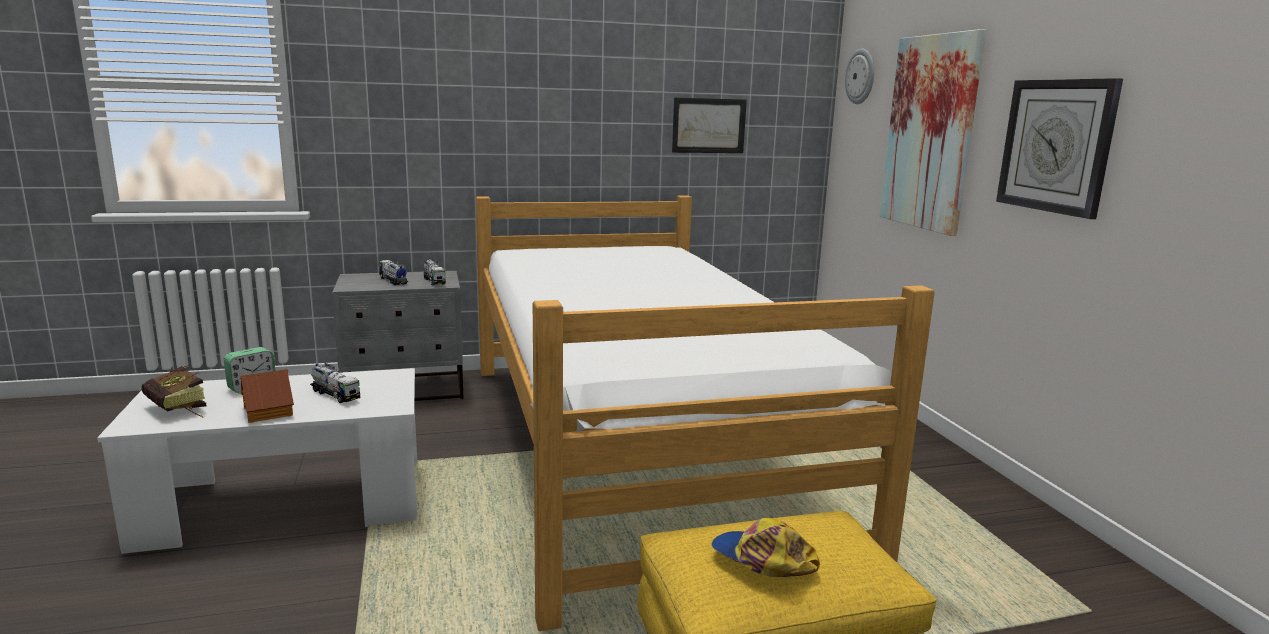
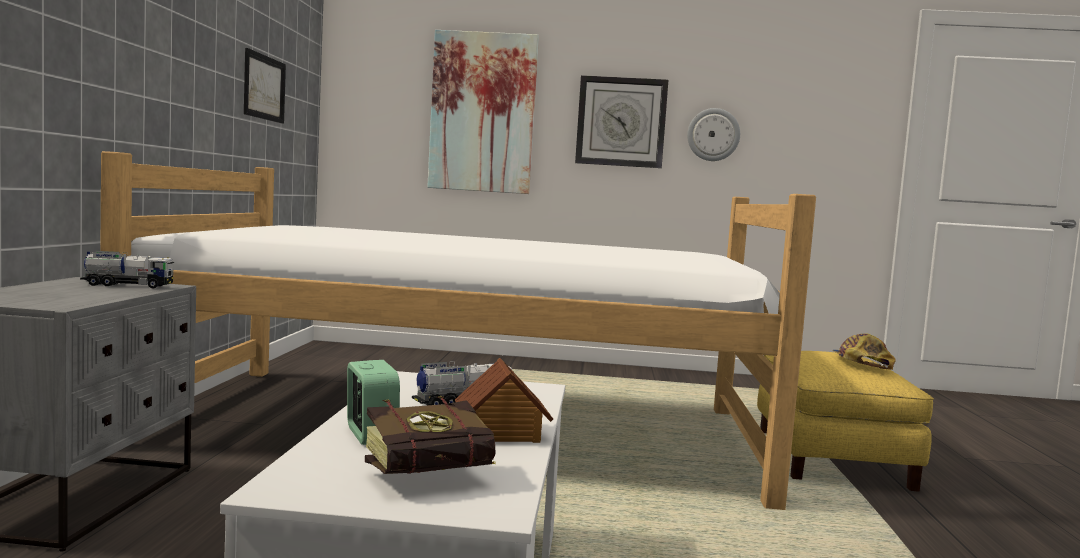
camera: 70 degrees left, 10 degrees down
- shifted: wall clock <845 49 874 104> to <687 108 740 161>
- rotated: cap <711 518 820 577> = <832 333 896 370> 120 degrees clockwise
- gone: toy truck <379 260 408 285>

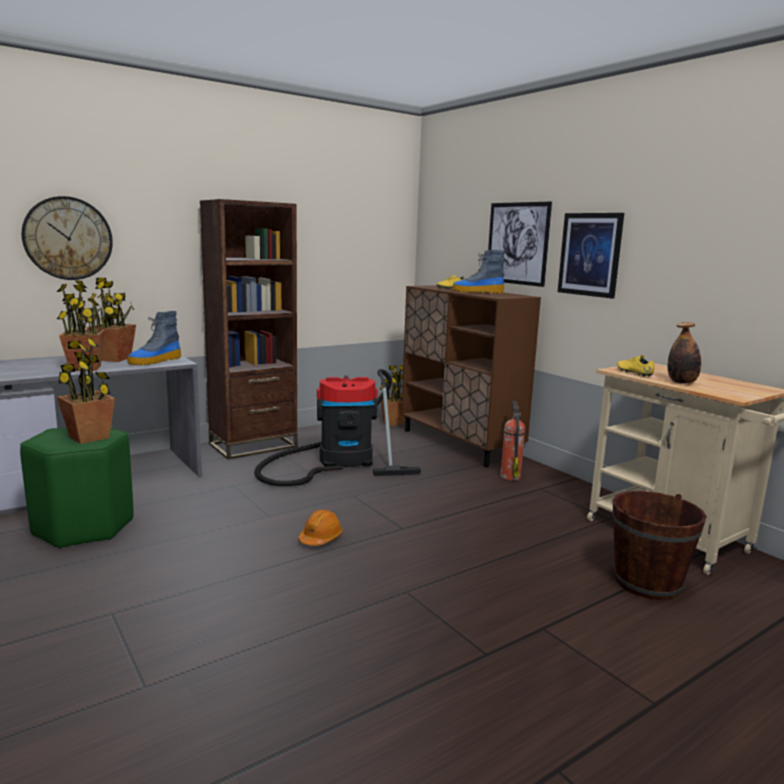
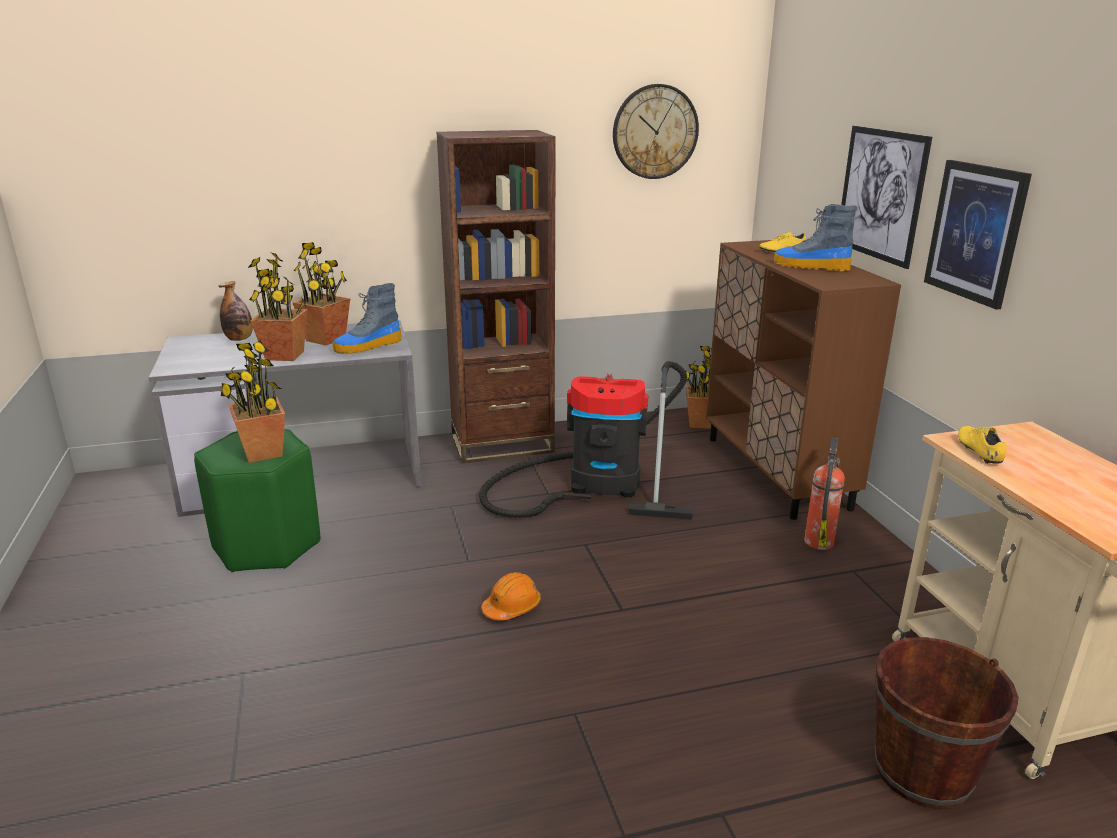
camera: 20 degrees right, 10 degrees up
- shifted: bottle <668 322 701 384> to <218 281 253 341>
- shifted: wall clock <22 196 113 280> to <613 84 699 179>

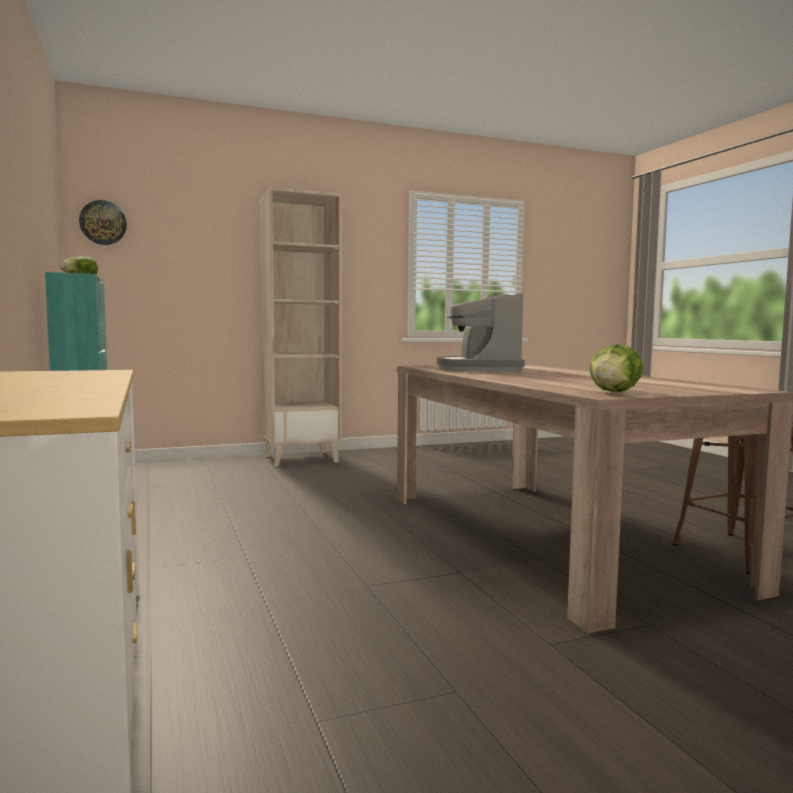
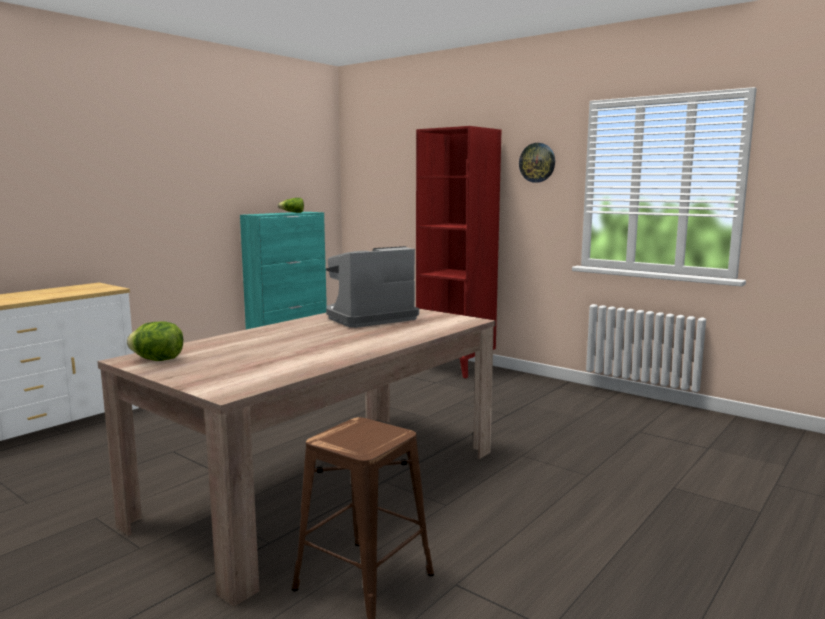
camera: 60 degrees right, 5 degrees up
- repainted: beige bookcase <259 187 342 467> to red bookcase <416 126 501 378>
- shifted: wall clock <79 200 127 245> to <519 143 555 183>

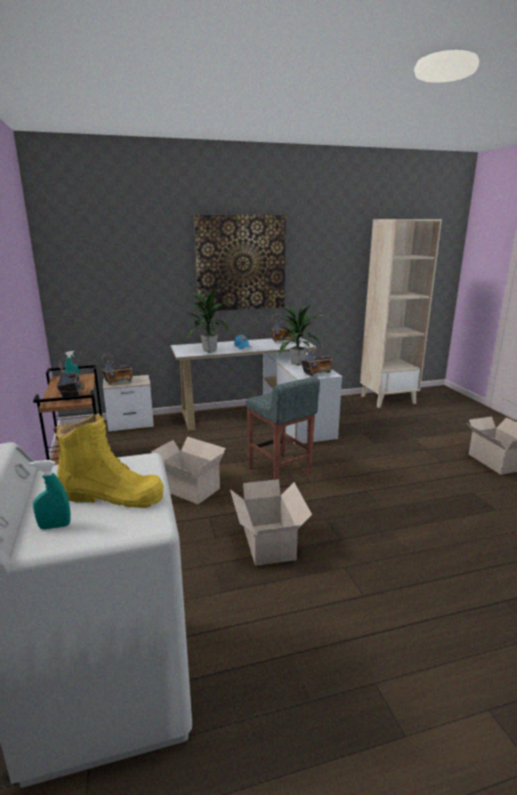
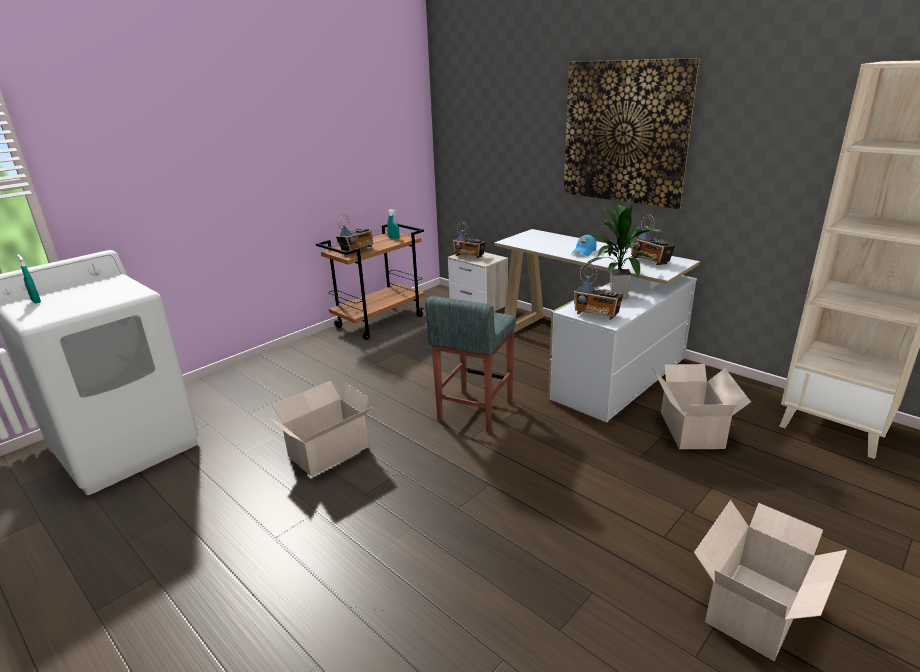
camera: 60 degrees right, 5 degrees up
- shifted: cardboard box <151 437 226 504> to <653 364 751 449>
- gone: yellow boot <54 414 164 508>
- gone: potted plant <185 289 234 352>

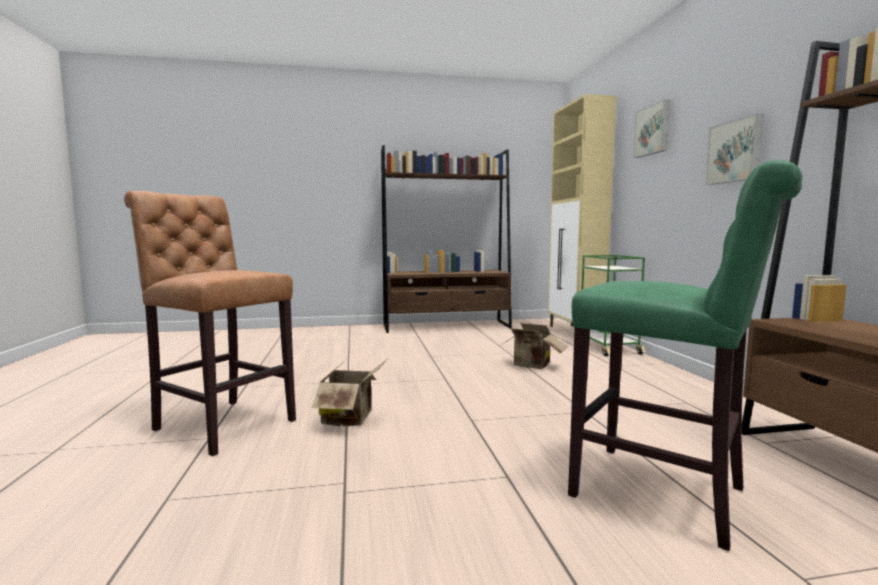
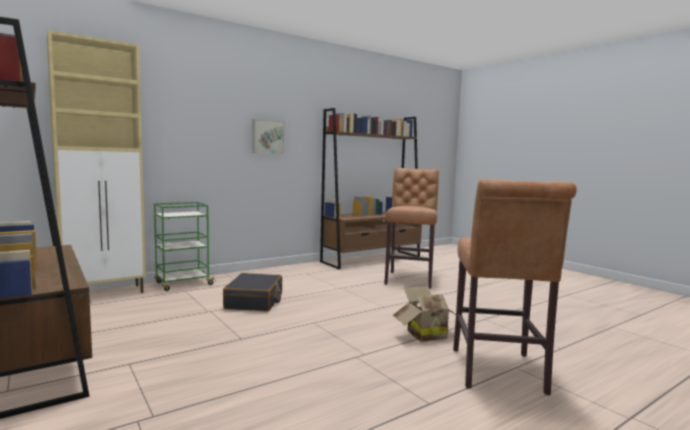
camera: 115 degrees left, 0 degrees up
- swapped: cardboard box <501 323 567 369> to black suitcase <223 273 282 312>
- repainted: green stool <568 160 802 551> to brown stool <384 168 439 289>
- gone: picture <633 100 670 158>

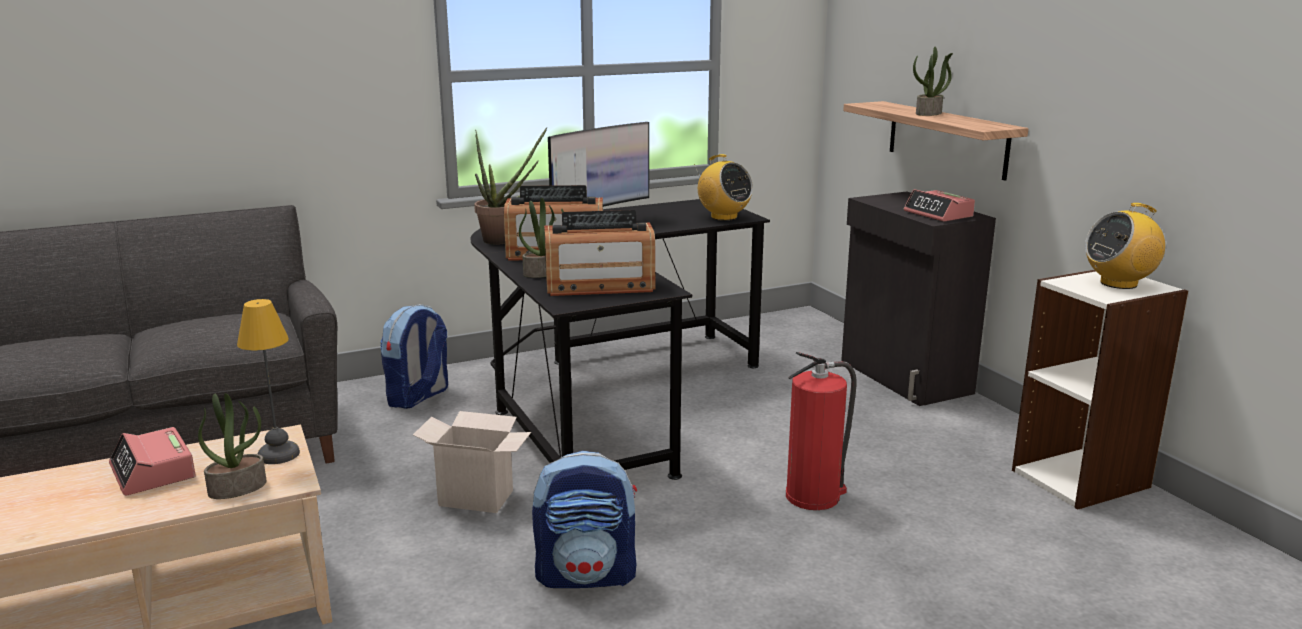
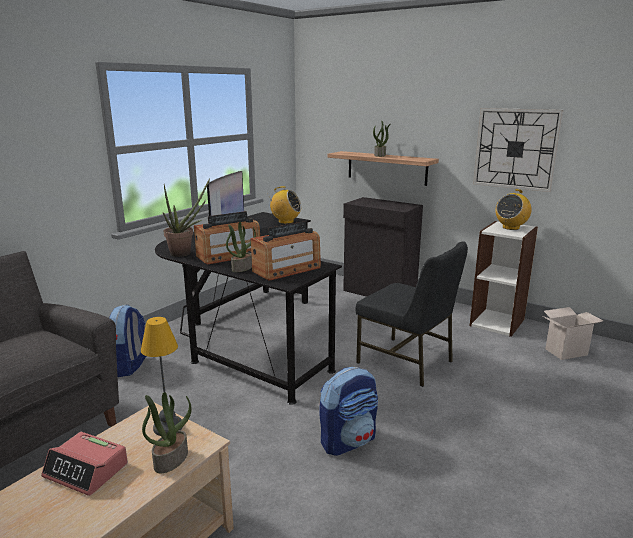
camera: 30 degrees left, 0 degrees up
- swapped: fire extinguisher <786 352 857 510> to black chair <356 241 468 387>
- new: wall clock <473 108 563 192>
- shifted: cardboard box <413 411 531 513> to <542 307 604 360>
- gone: alarm clock <904 189 975 222>

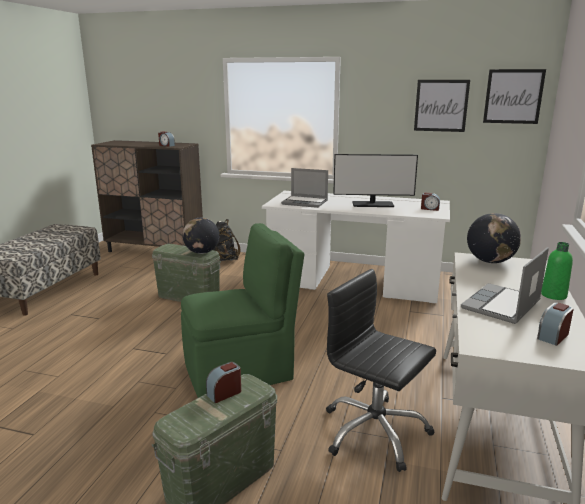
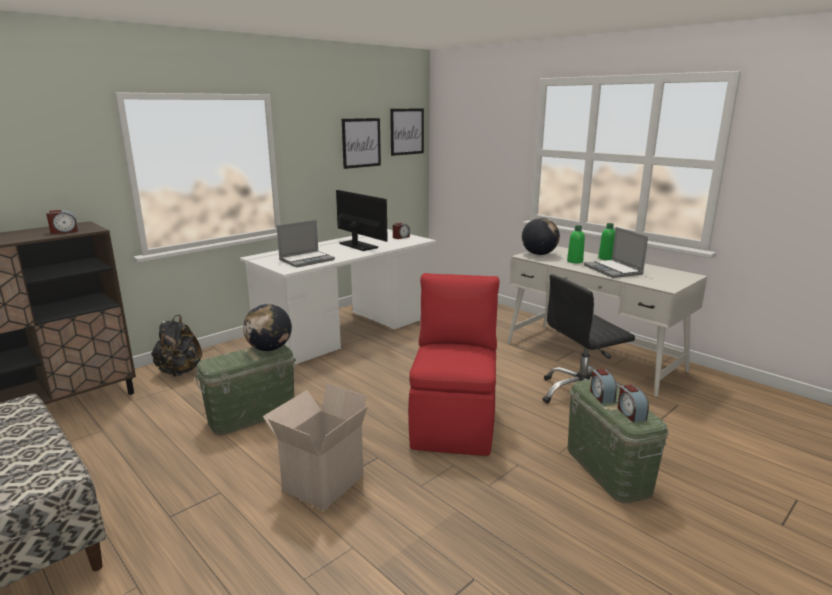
camera: 60 degrees left, 0 degrees up
- new: cardboard box <263 383 368 510>
- rotated: monitor <333 154 418 207> = <336 190 388 251> 75 degrees counterclockwise
- repainted: green chair <181 223 304 398> to red chair <408 273 499 456>
- new: green bottle <567 225 585 263>
- shifted: alarm clock <537 303 574 346> to <618 384 649 422>

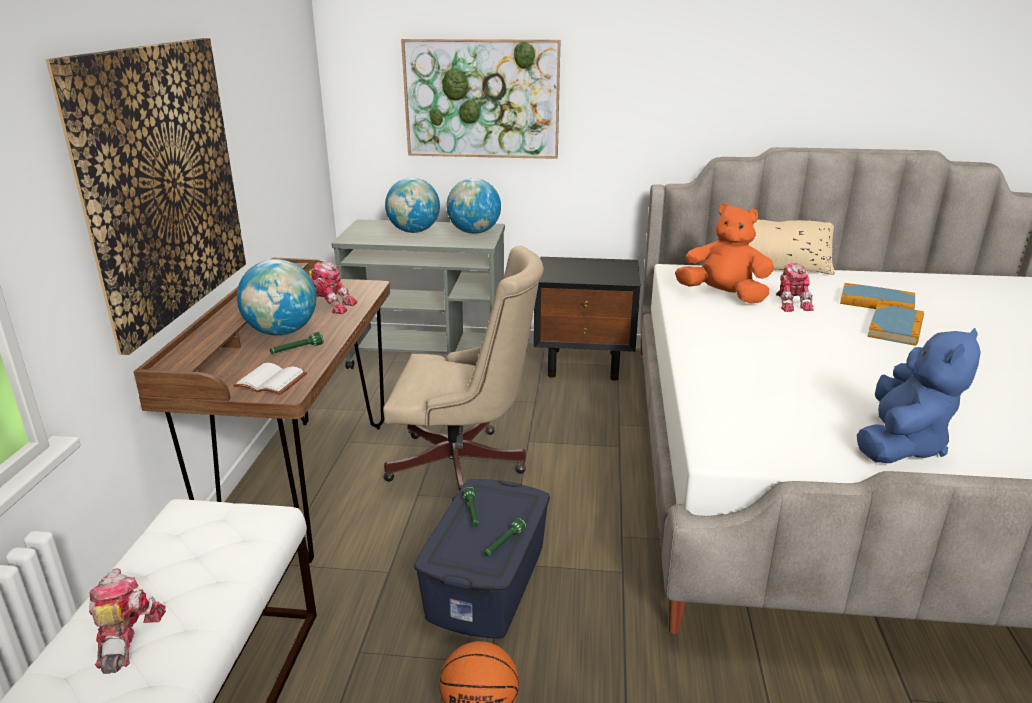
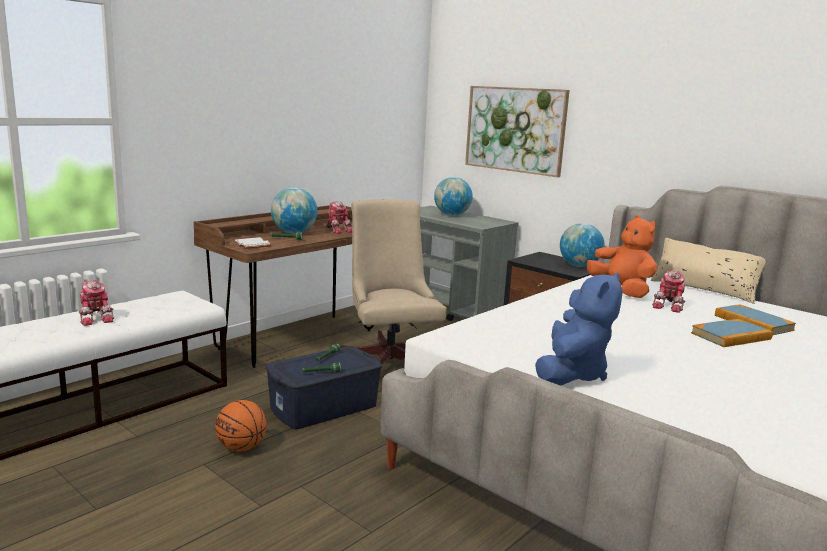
camera: 35 degrees right, 10 degrees down
- rotated: toy robot <89 568 166 674> = <79 280 114 326> 120 degrees clockwise
- rotated: beige office chair <383 246 544 501> = <340 199 447 365> 150 degrees counterclockwise
- rotated: blue plush toy <856 328 981 463> = <535 272 623 386> 45 degrees counterclockwise
- shifted: globe <446 178 501 234> to <560 223 605 267>
- gone: picture <46 38 246 355>

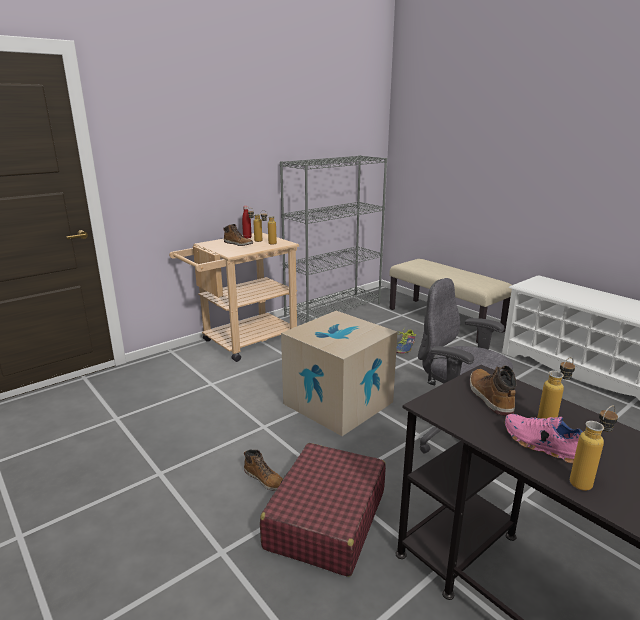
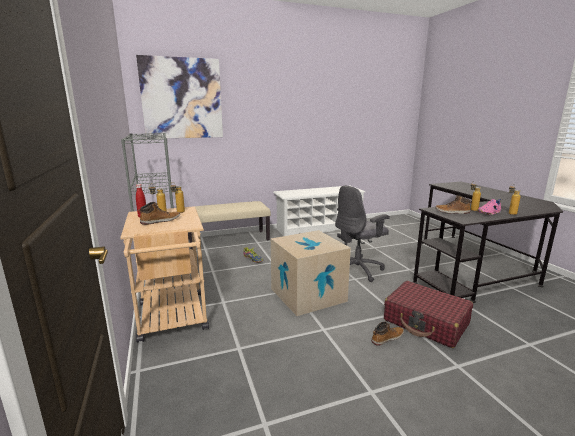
camera: 70 degrees left, 5 degrees down
- new: picture <136 55 223 139>

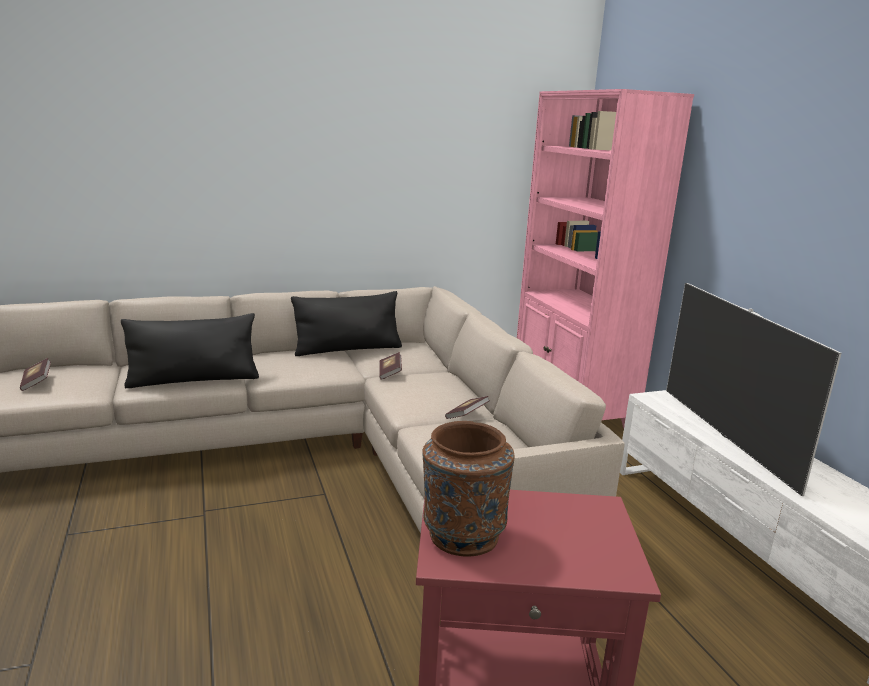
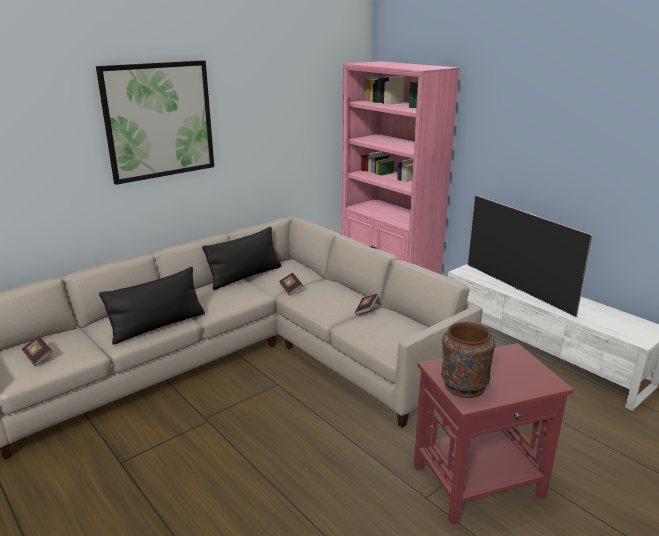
camera: 20 degrees left, 5 degrees up
- new: picture <96 60 214 185>

